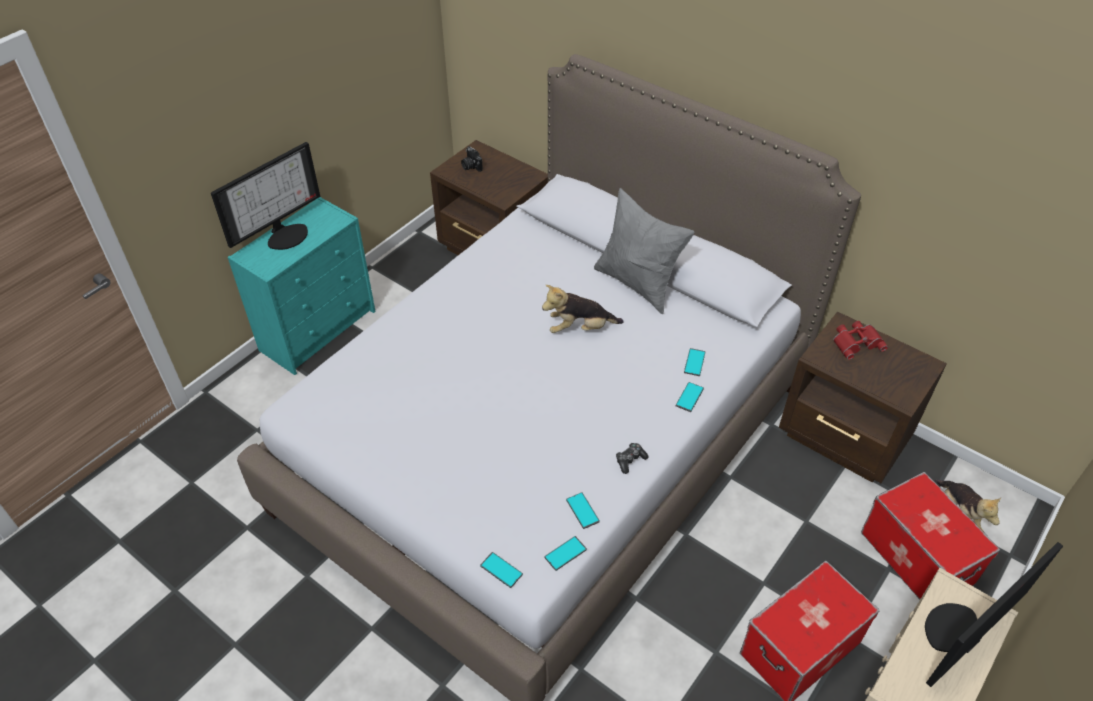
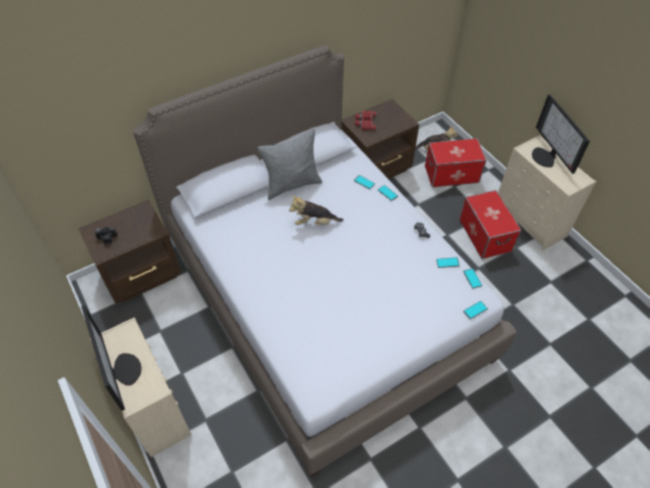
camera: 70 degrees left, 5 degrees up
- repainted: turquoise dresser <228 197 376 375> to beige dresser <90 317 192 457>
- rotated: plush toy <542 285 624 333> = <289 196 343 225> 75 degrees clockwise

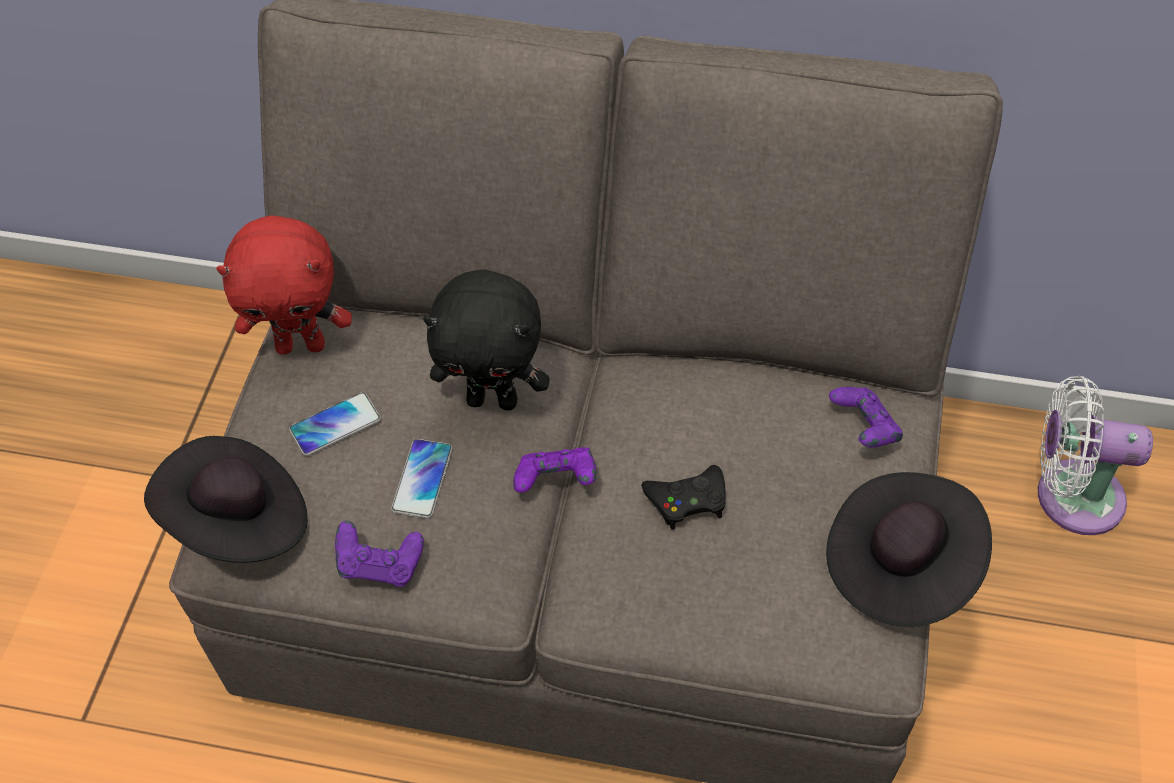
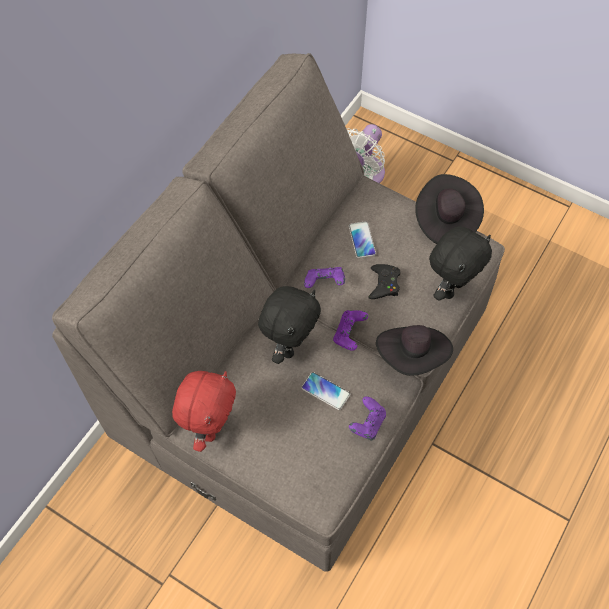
camera: 70 degrees left, 5 degrees up
- shifted: purple game controller <829 387 903 448> to <304 267 345 288>
- shifted: phone <289 392 381 456> to <349 221 376 258>
- shifted: black hat <144 436 308 563> to <376 325 453 376>
- new: black plush toy <429 227 492 301>

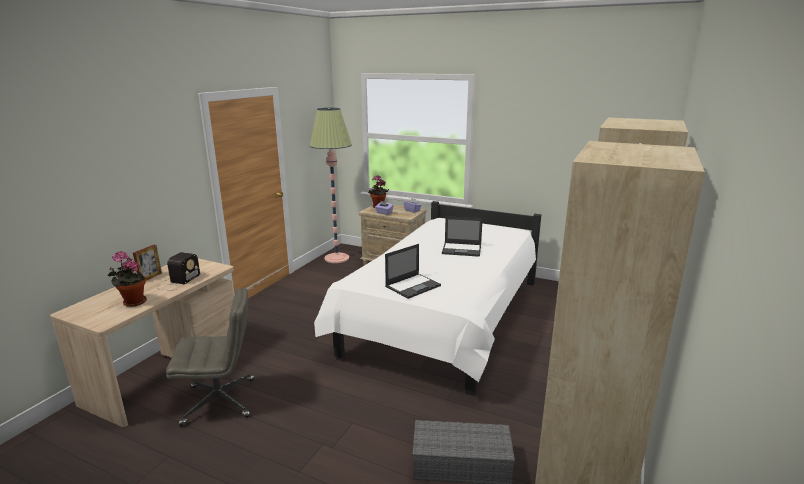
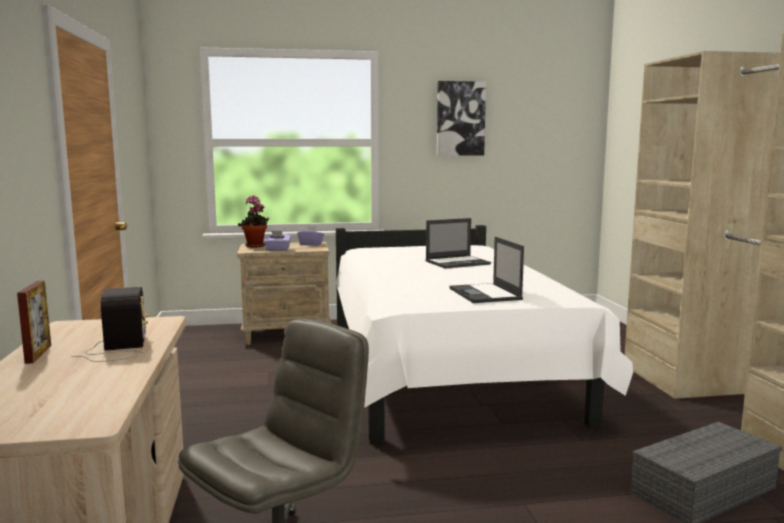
camera: 35 degrees left, 10 degrees down
- new: picture <437 81 486 156>
- rotated: laptop <385 244 441 299> = <450 237 524 303> 150 degrees clockwise
- gone: potted plant <108 251 147 307>
- gone: floor lamp <309 108 352 263>

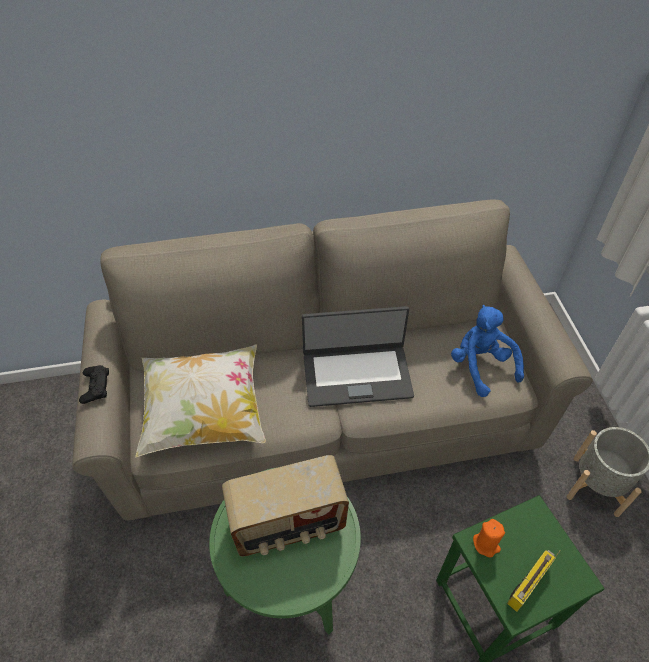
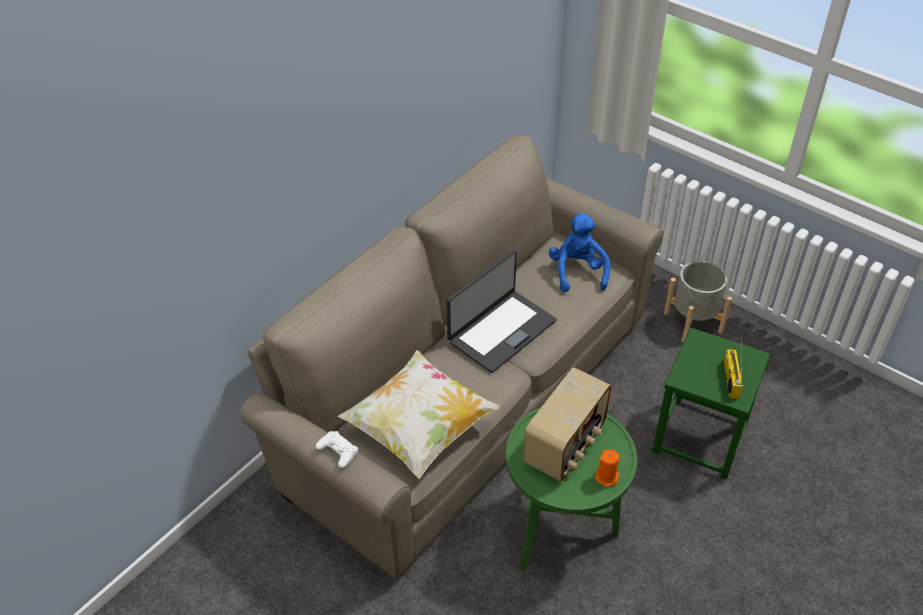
camera: 40 degrees left, 5 degrees down
- repainted: black game controller <79 365 109 404> to white game controller <316 431 359 468>
- rotated: blue plush toy <451 305 524 397> = <549 213 610 292> 60 degrees clockwise
- shifted: orange candle <473 519 505 558> to <595 450 620 486>

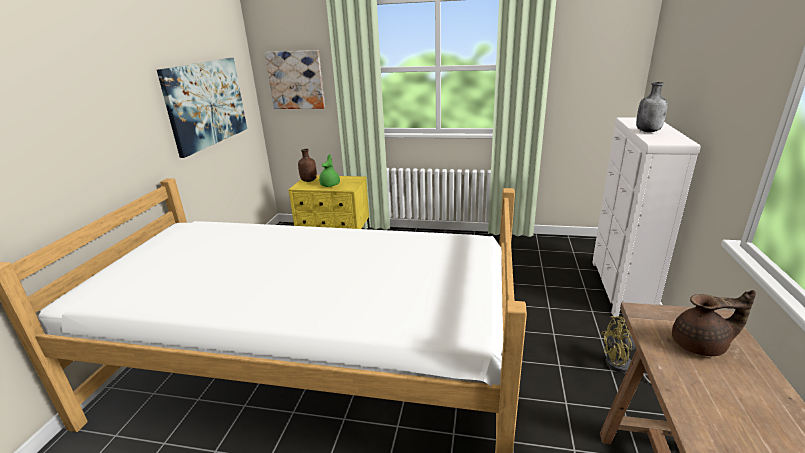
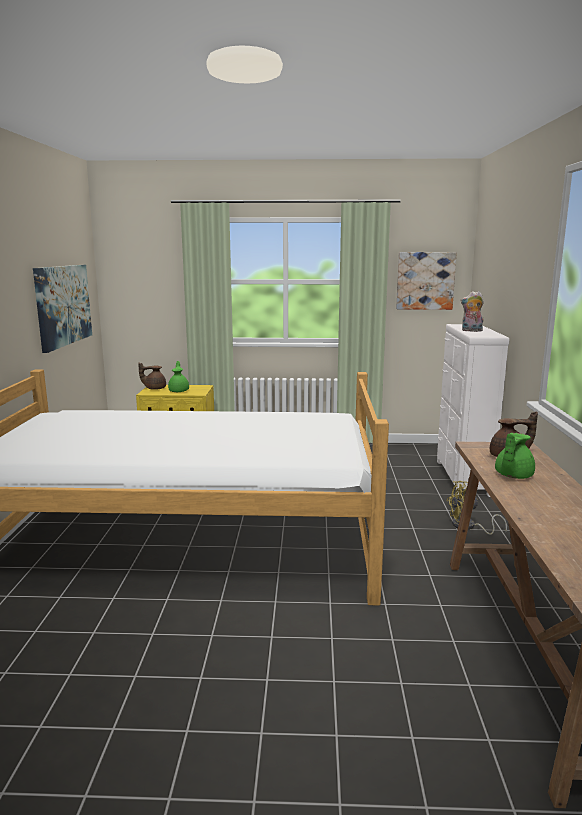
camera: 10 degrees left, 10 degrees down
- swapped: brown bottle <298 149 317 182> to brown teapot <138 362 166 390>
- shifted: picture <265 50 325 109> to <396 252 457 310>
- swapped: grey bottle <636 82 668 132> to plush toy <460 291 484 332>
- new: green teapot <495 433 535 479>

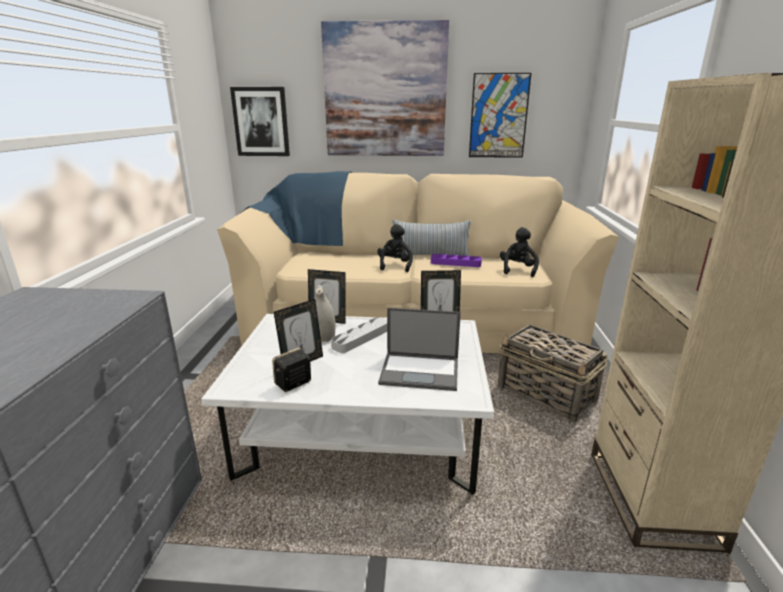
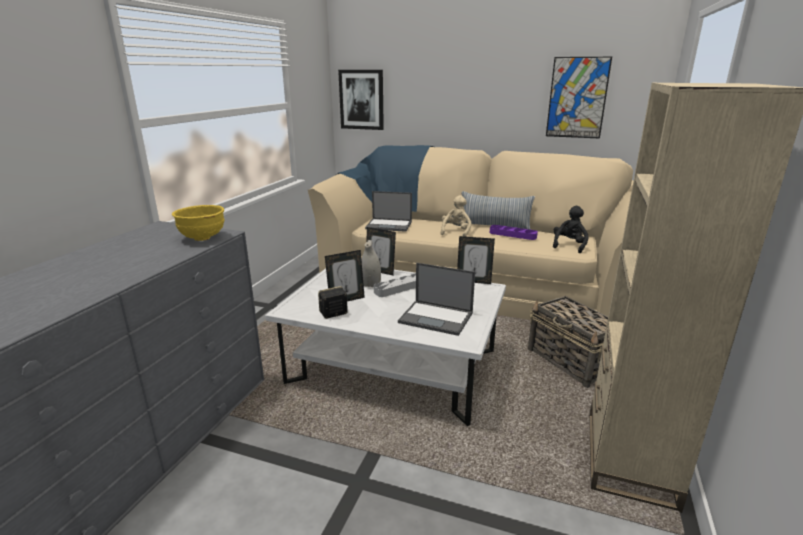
camera: 15 degrees right, 0 degrees up
- new: yellow bowl <172 205 224 241>
- new: laptop <365 191 412 232>
- repainted: black plush toy <377 224 413 272> to beige plush toy <441 195 472 237>
- gone: picture <321 20 449 156>

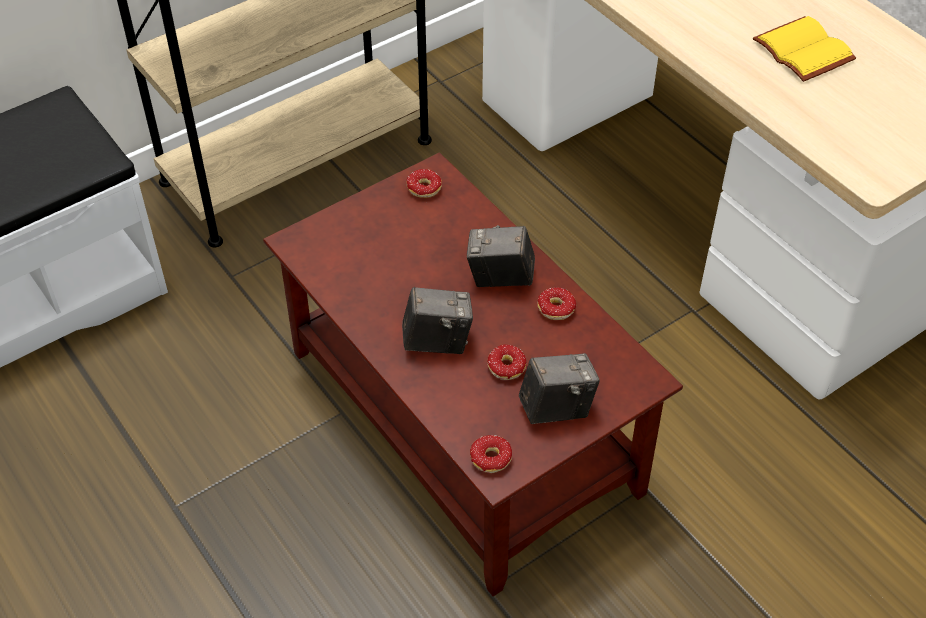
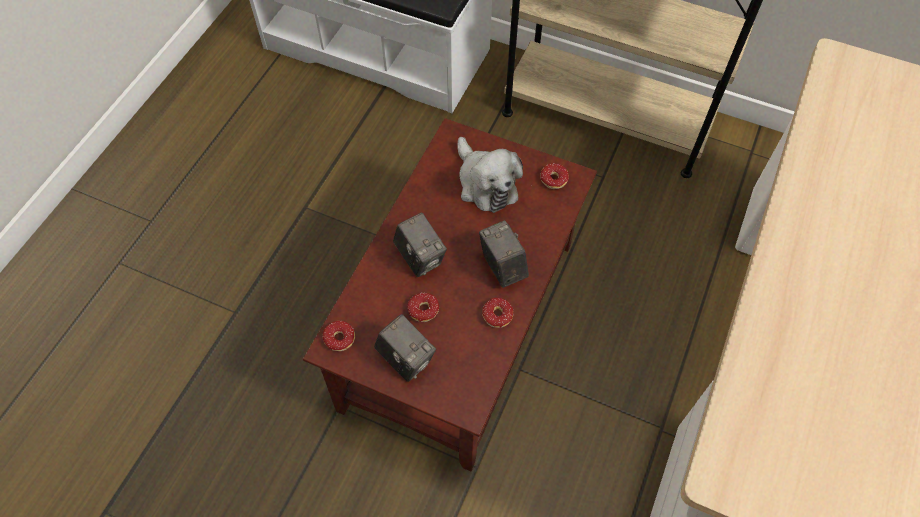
camera: 60 degrees right, 10 degrees up
- new: plush toy <457 137 523 213>
- gone: yellow book <753 16 856 82>

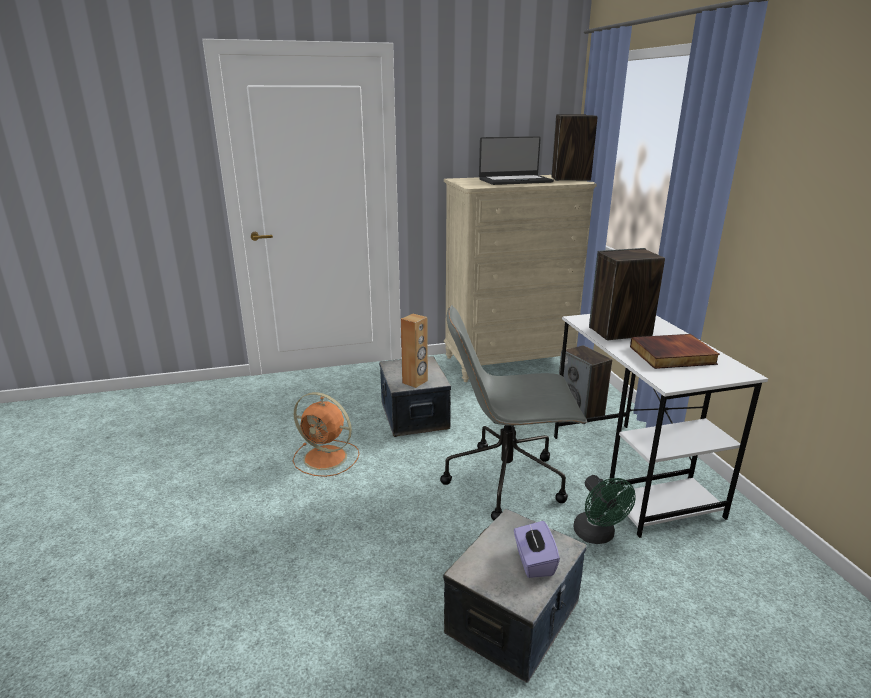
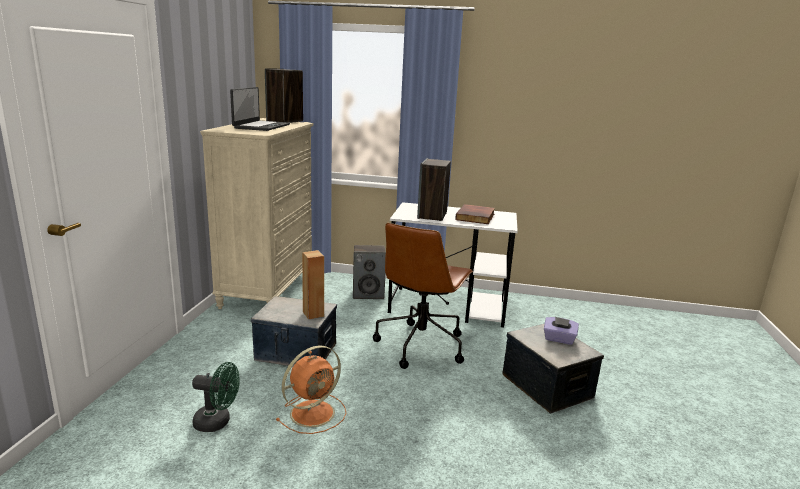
camera: 65 degrees left, 5 degrees down
- shifted: green fan <573 475 636 544> to <192 362 240 432>
- repainted: grey office chair <440 305 587 521> to brown office chair <373 223 473 369>

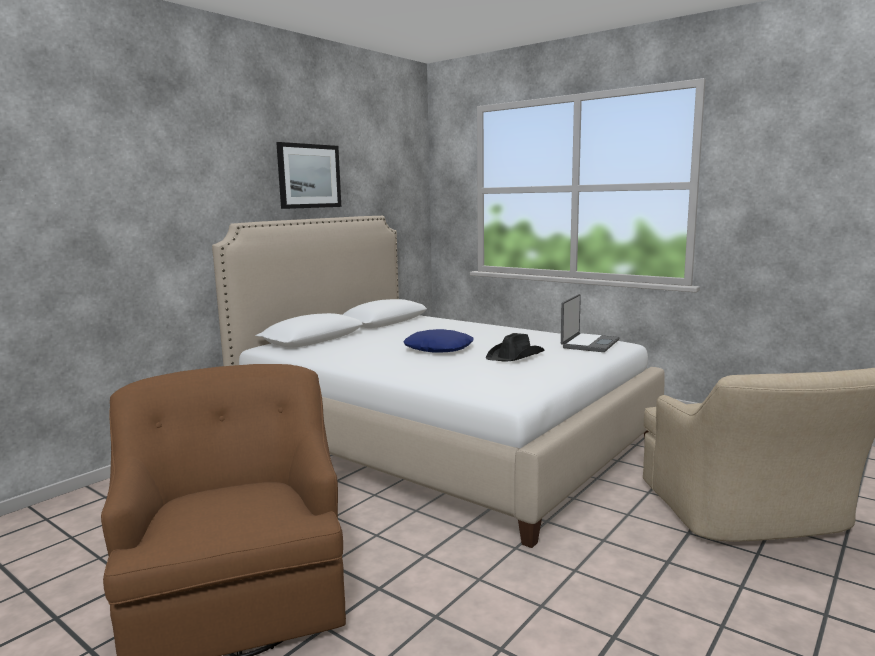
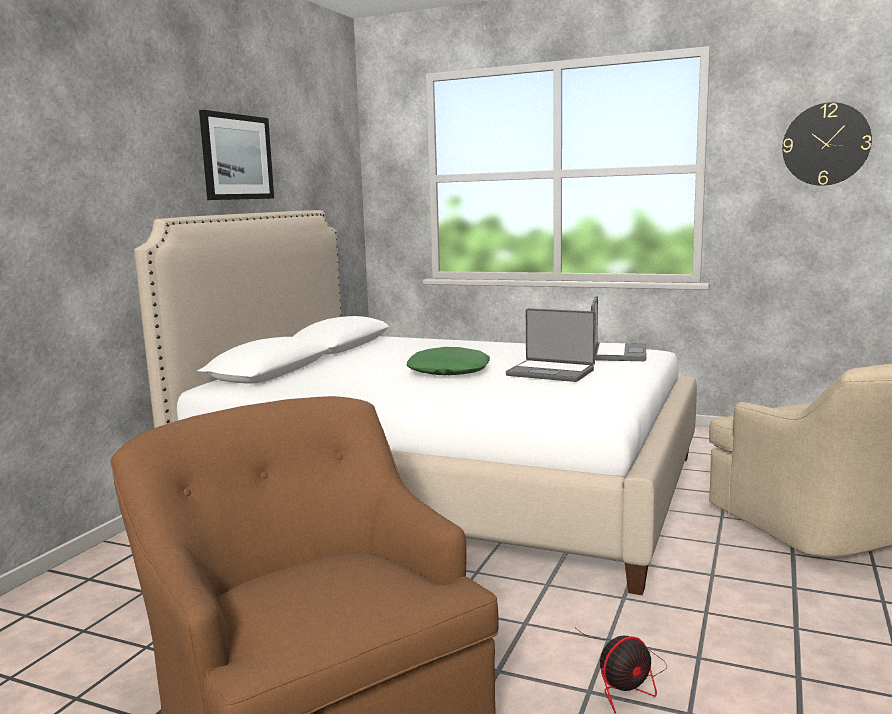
camera: 15 degrees left, 0 degrees up
- repainted: blue pillow <403 329 474 353> to green pillow <406 347 490 375>
- swapped: black hat <486 333 544 361> to laptop <506 308 596 382>
- new: fan <577 629 667 713>
- new: wall clock <782 102 872 186>

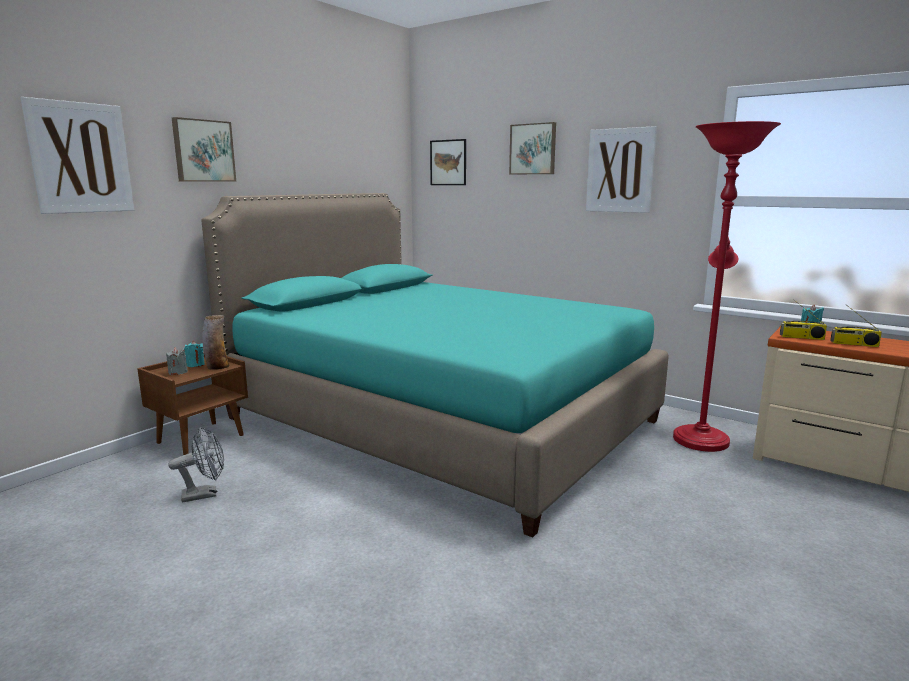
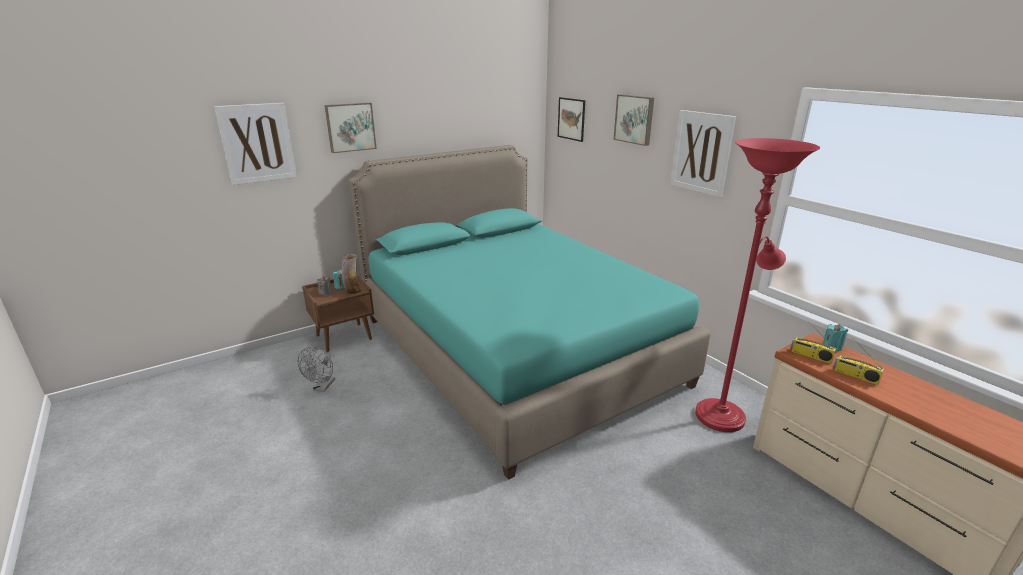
camera: 20 degrees right, 10 degrees up
- rotated: grey fan <168 427 224 503> = <298 347 335 392> 105 degrees clockwise

